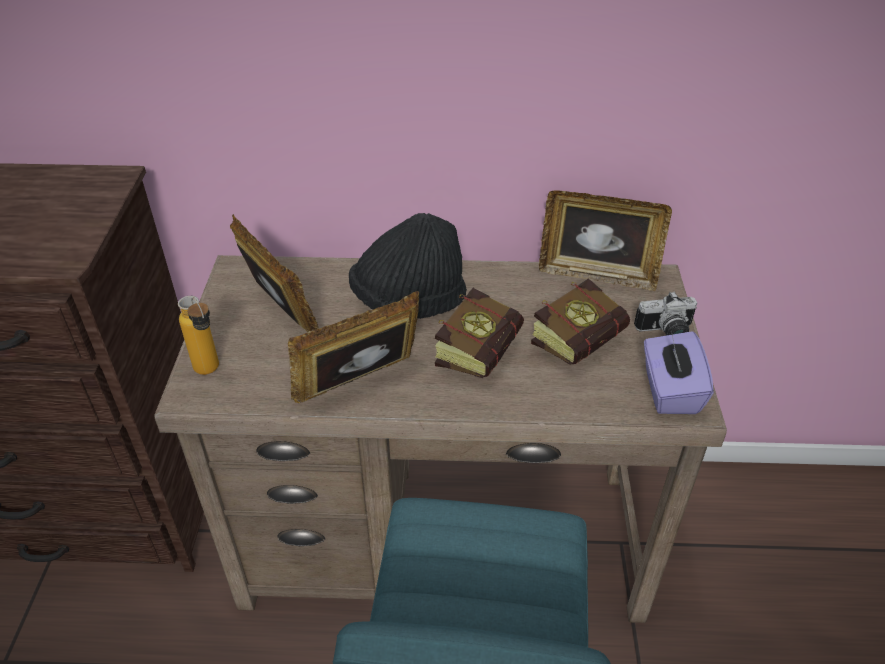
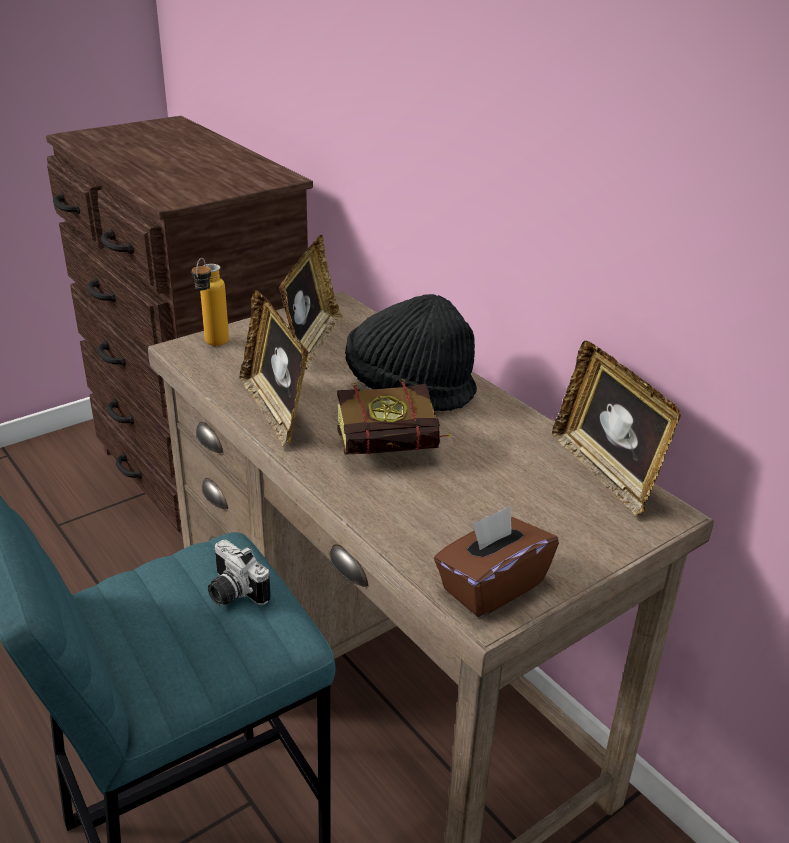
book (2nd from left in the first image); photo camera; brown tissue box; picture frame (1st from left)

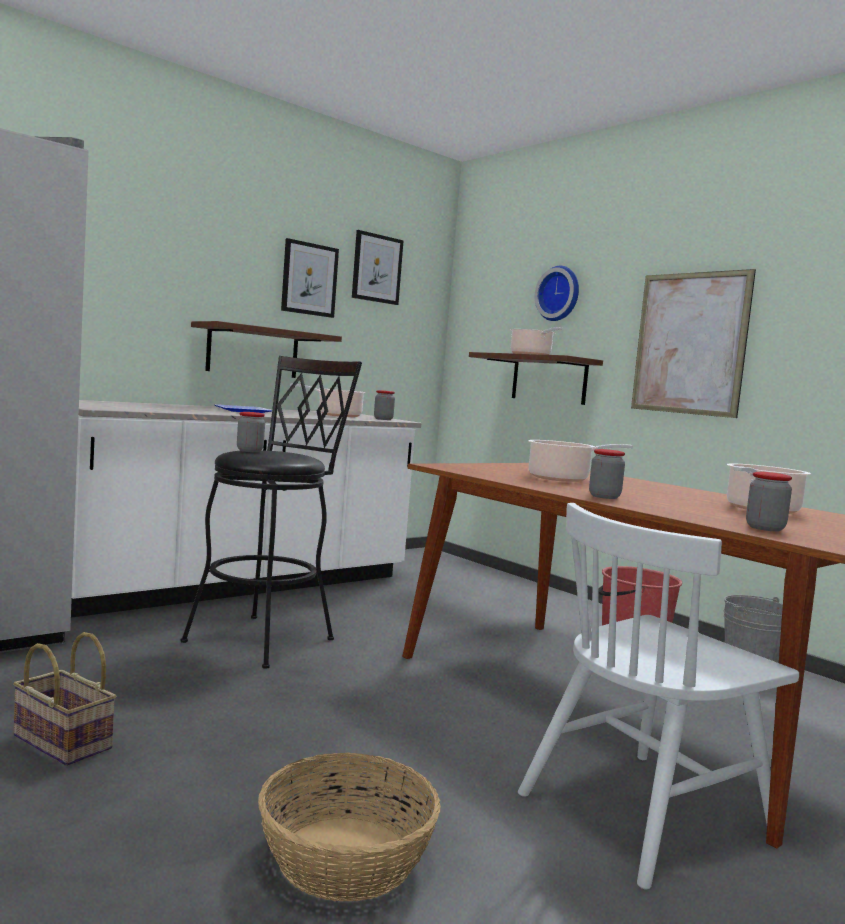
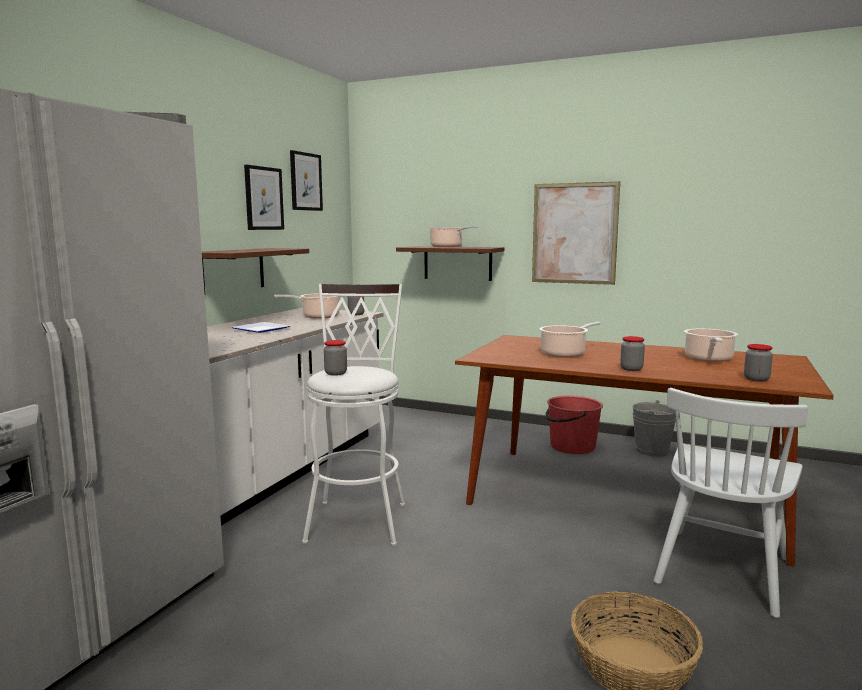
basket (1st from left in the first image); wall clock; white stool

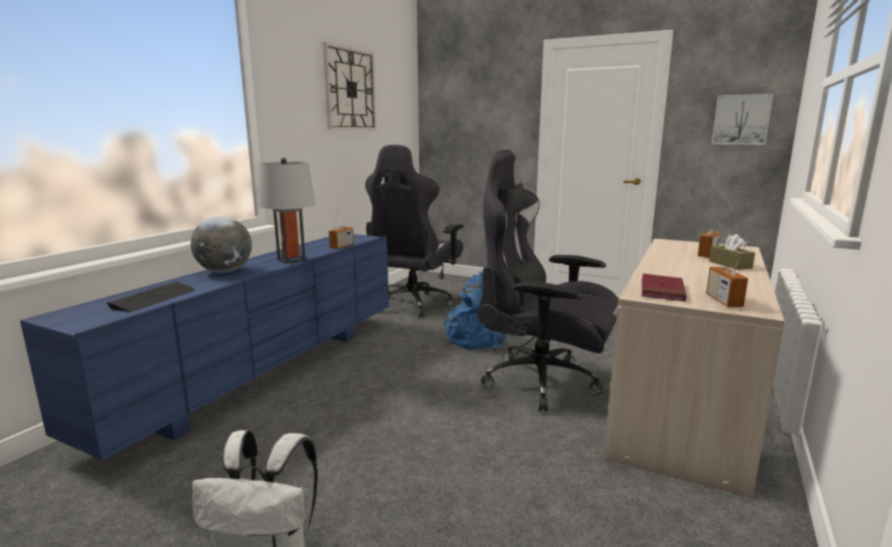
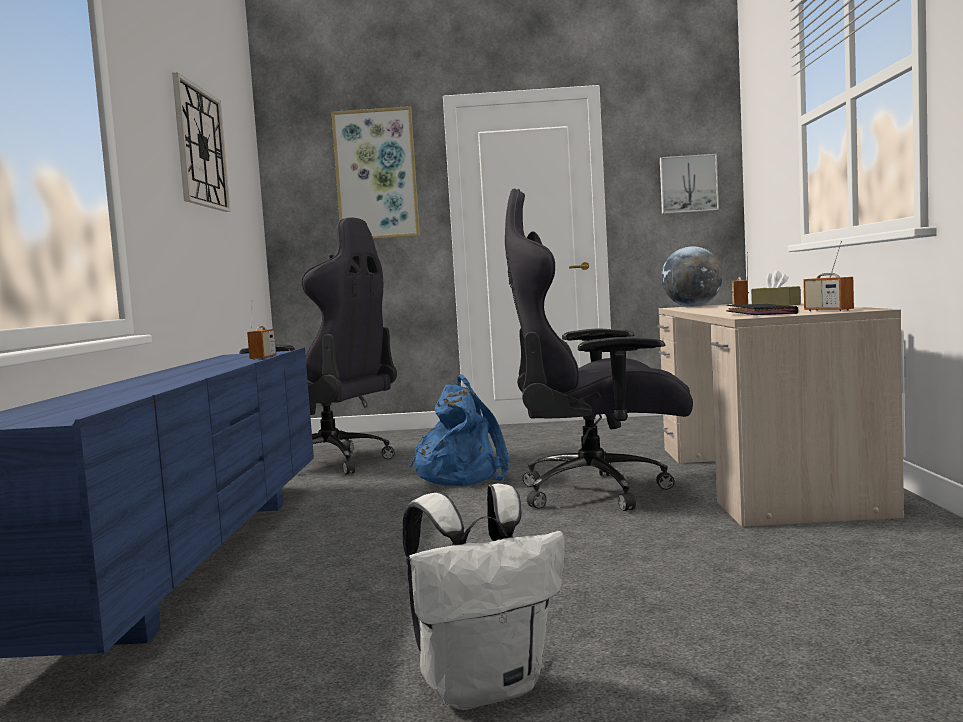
keyboard; grey table lamp; picture (1st from left); globe; black book; black office chair (1st from left)

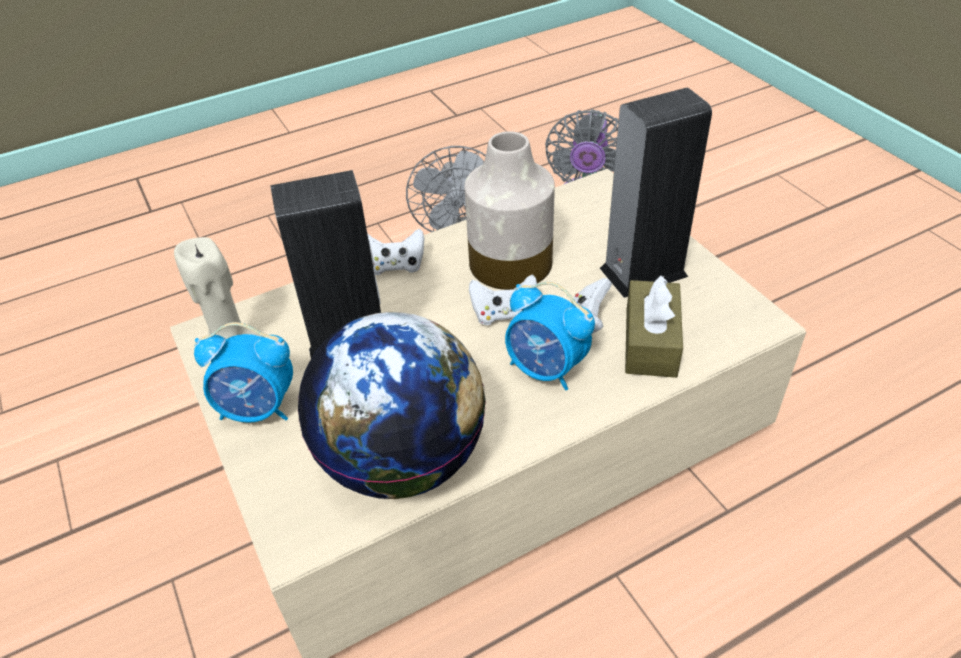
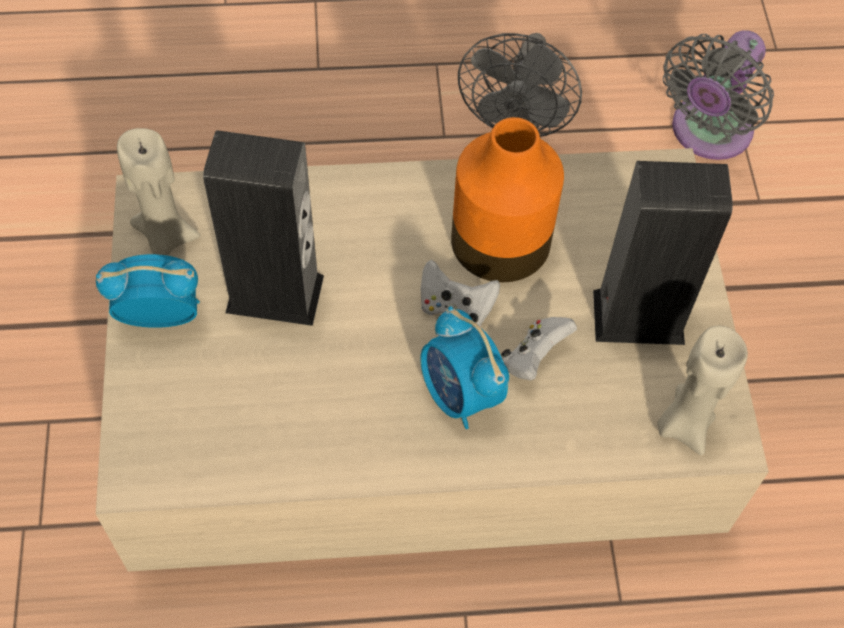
globe; white game controller (1st from left in the first image); brown tissue box; beige candle (2nd from left); orange vase; alarm clock (1st from left)

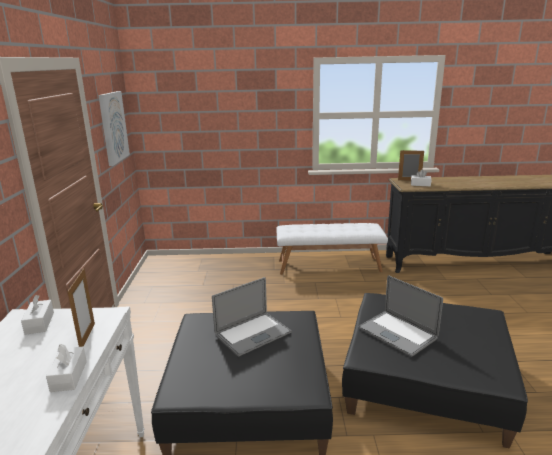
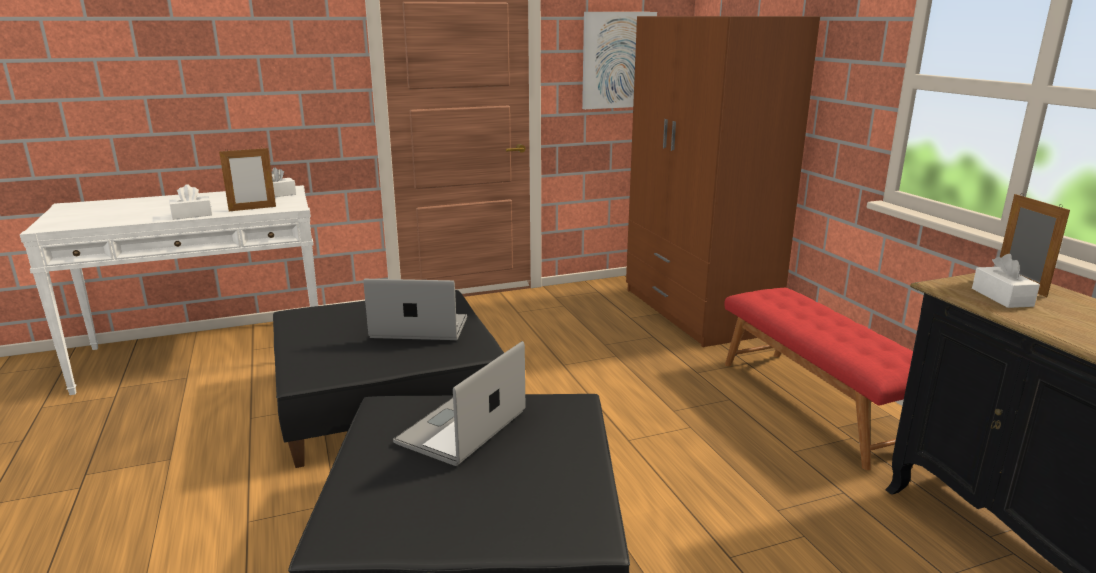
brown wardrobe; red bench; laptop (1st from left)

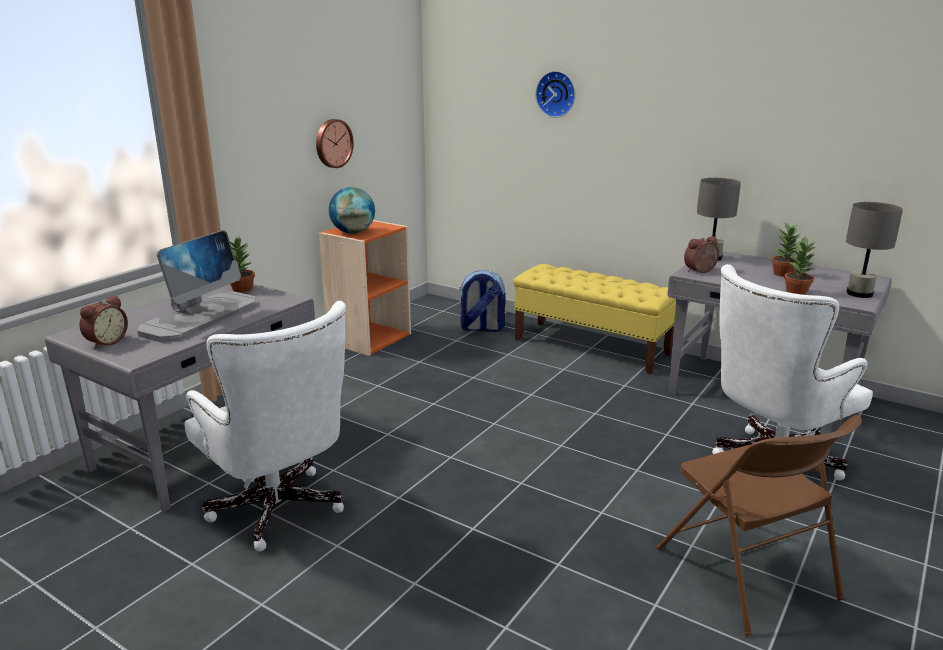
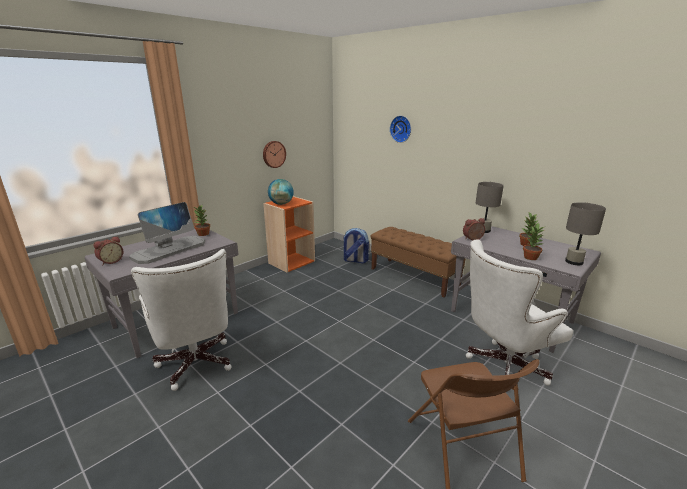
brown bench

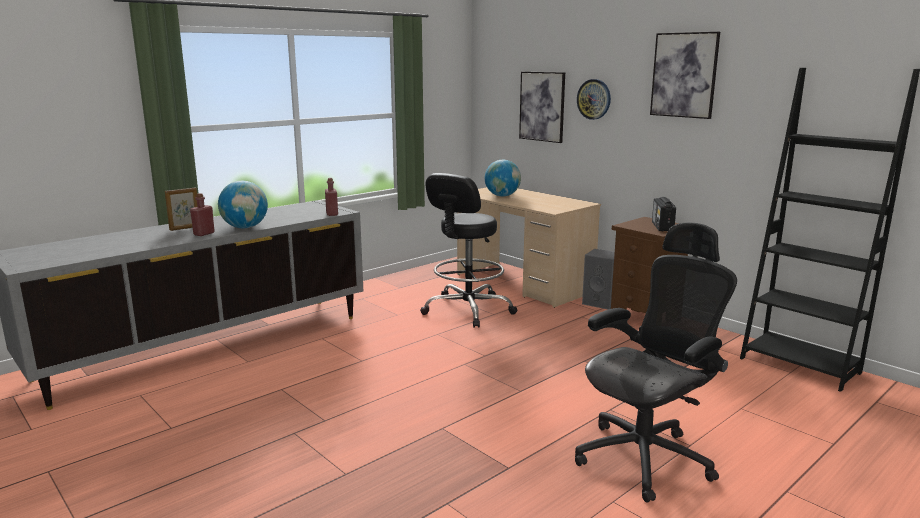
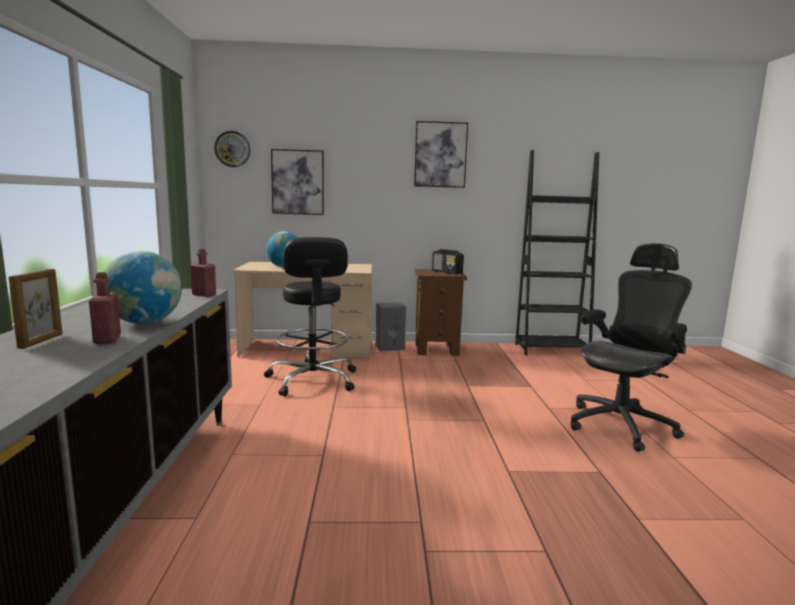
wall clock; office chair

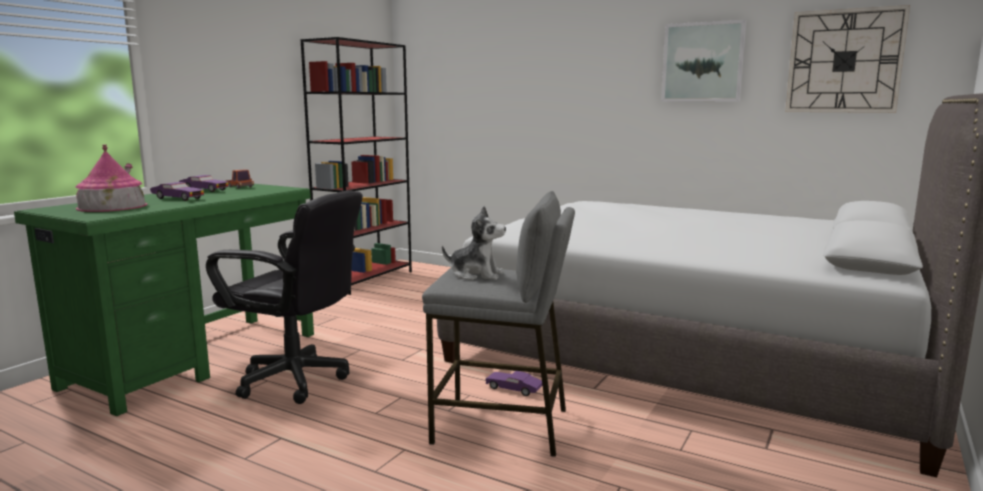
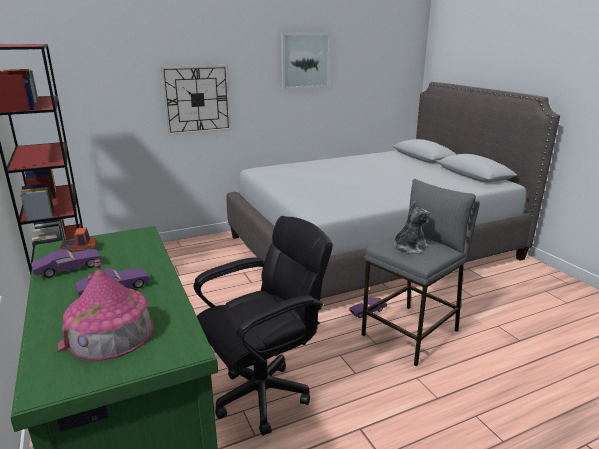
wall clock

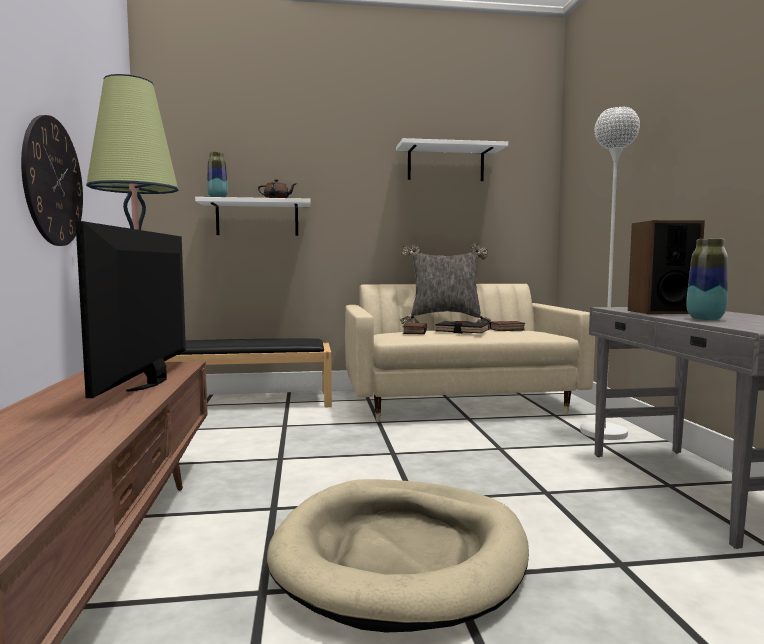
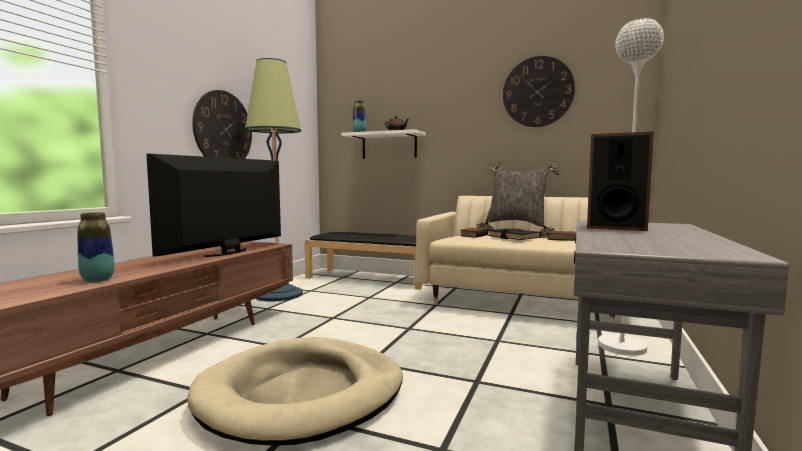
vase (1st from left); wall clock (2nd from left)

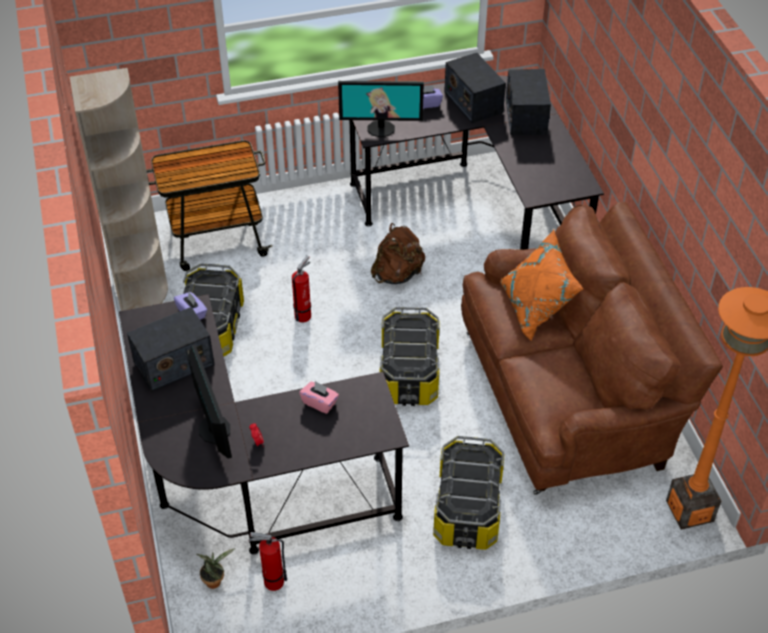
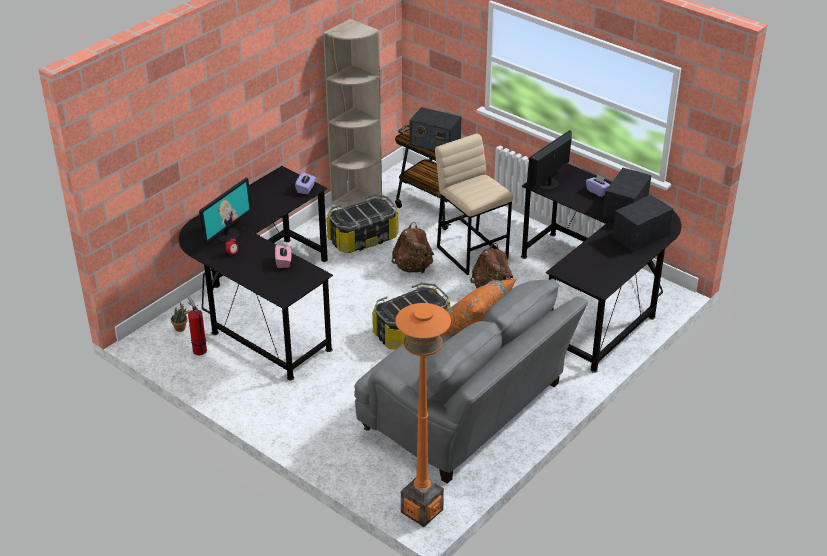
storage box (3rd from left in the first image); beige stool; radio (1st from left); brown backpack (1st from left); grey sofa; monitor (2nd from left)

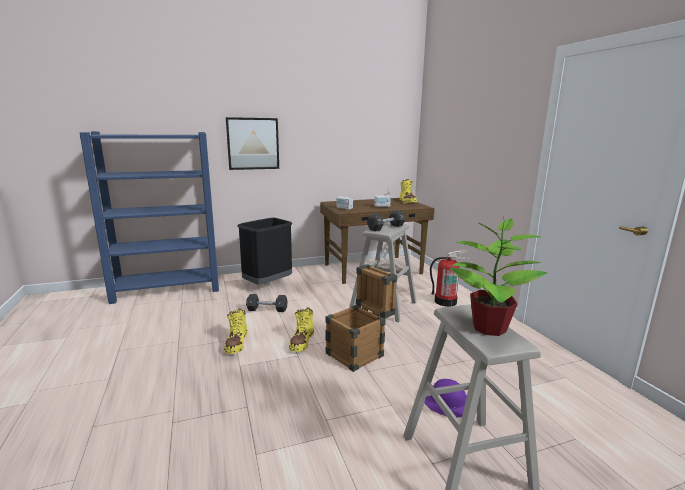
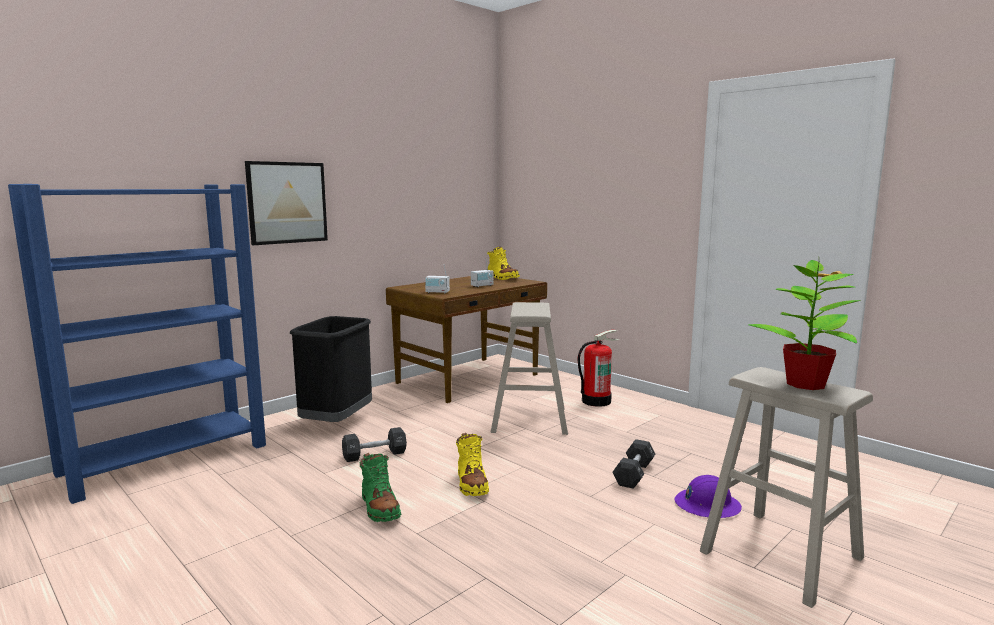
crate; black dumbbell (2nd from left); green boot

